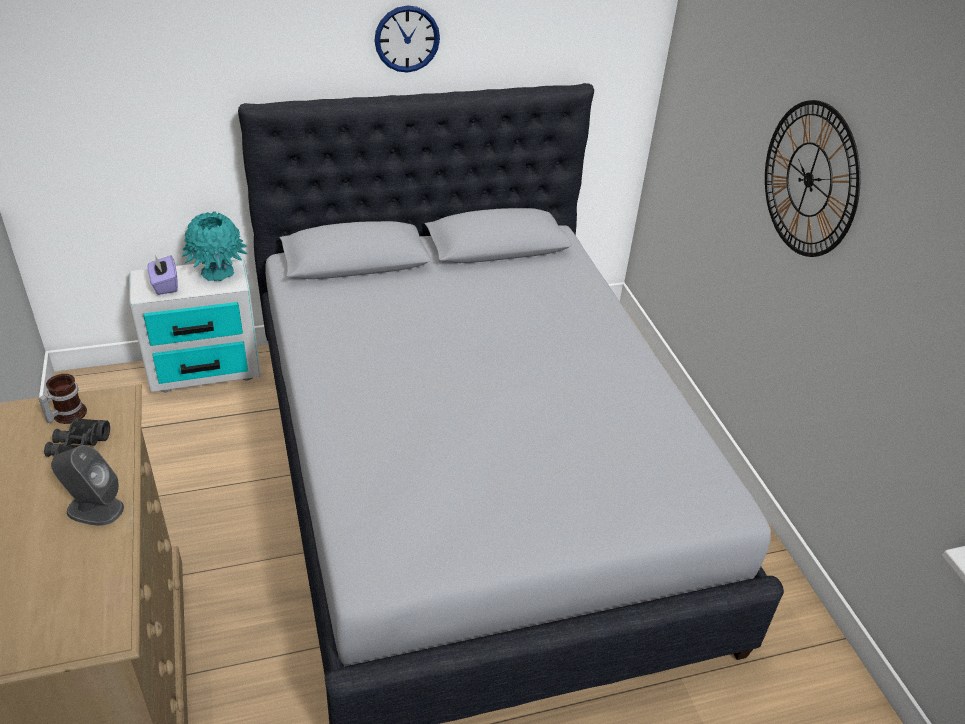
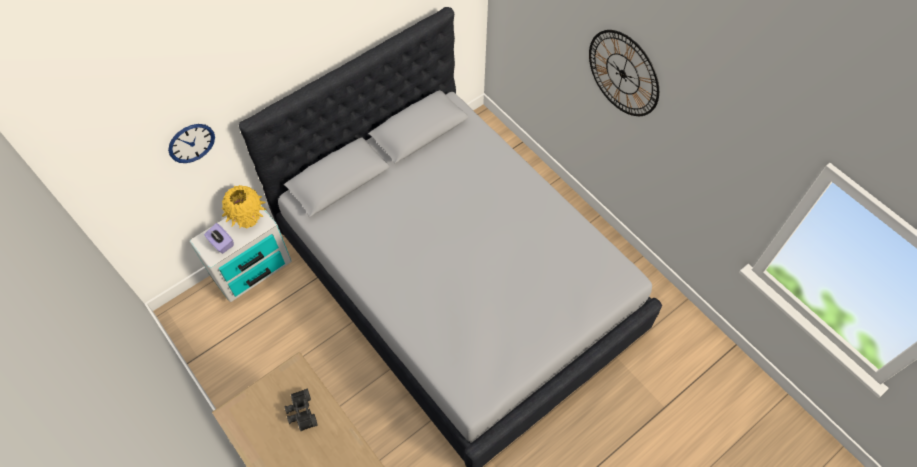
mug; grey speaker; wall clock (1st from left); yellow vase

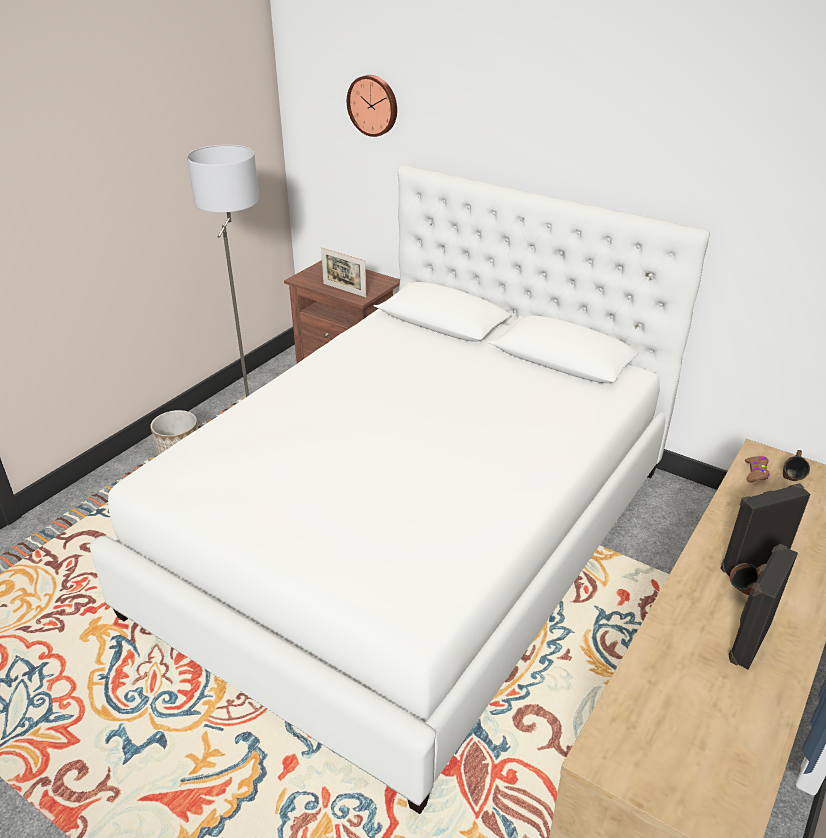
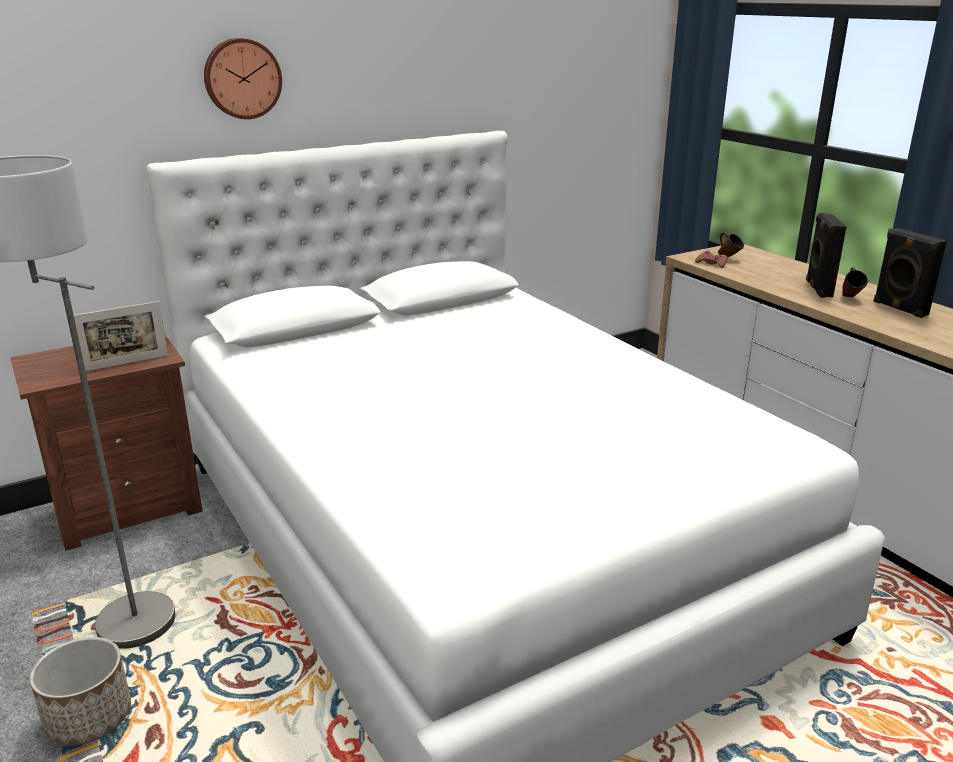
wall clock

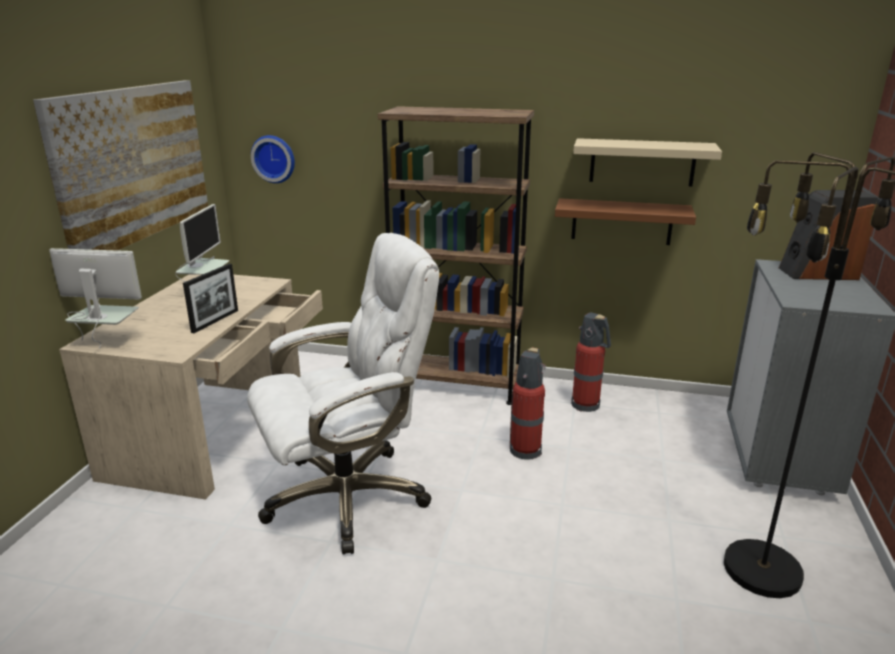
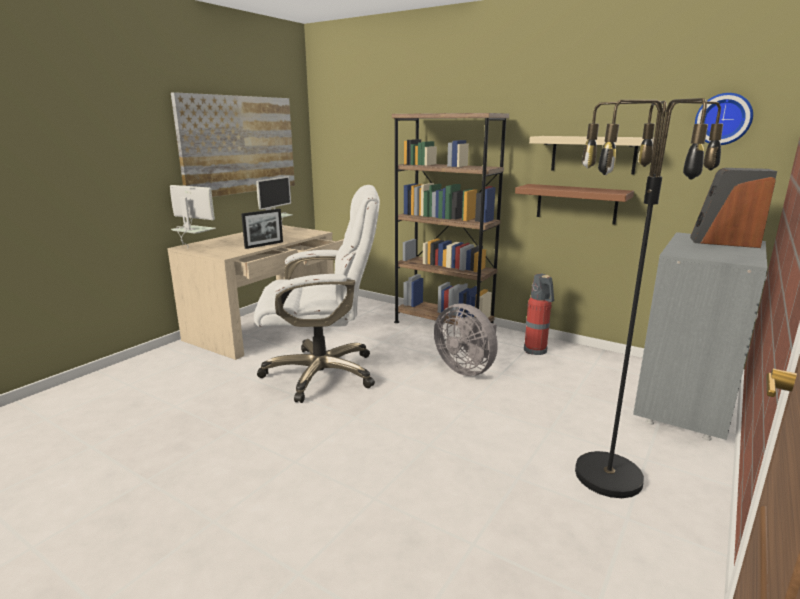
wall clock; grey fan

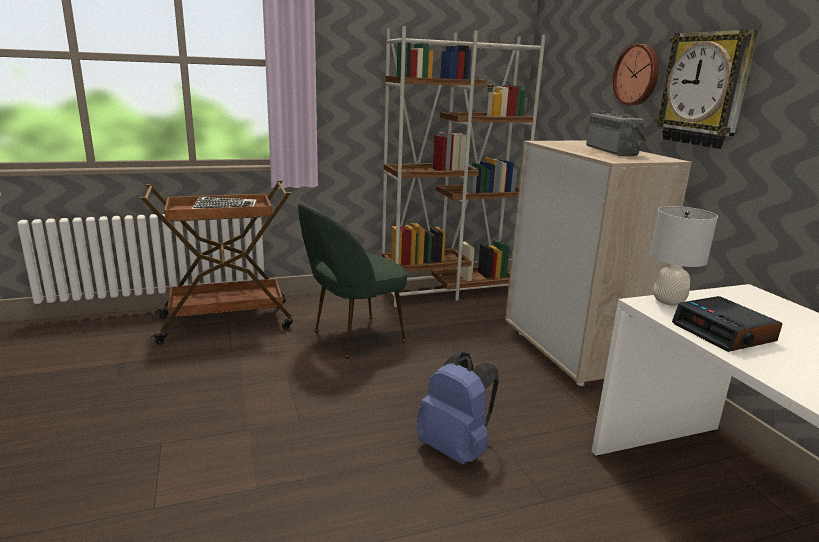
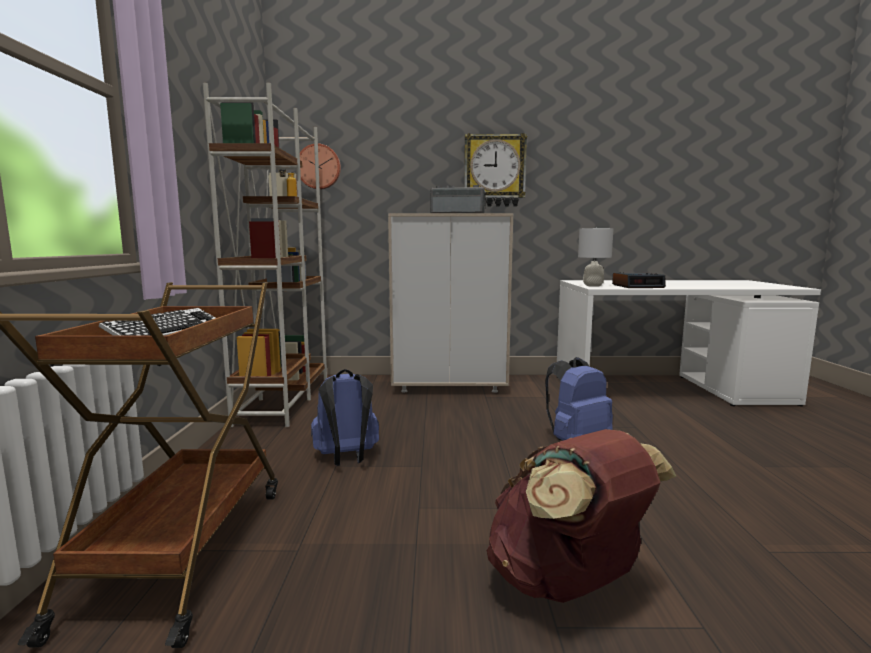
brown backpack; wall clock (1st from left); blue backpack (1st from left)

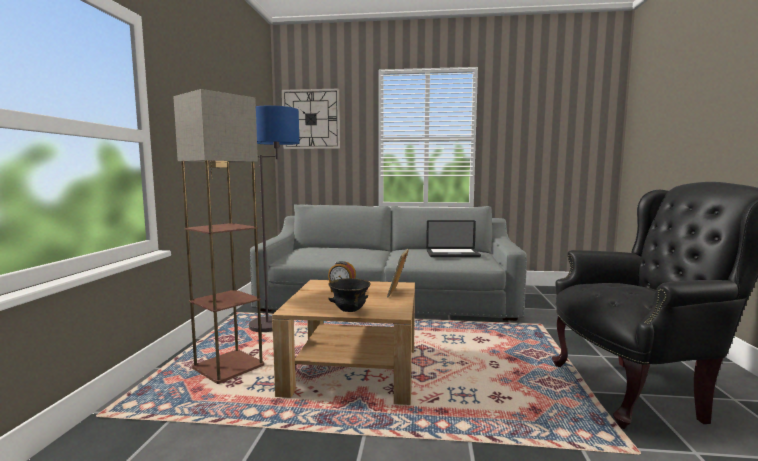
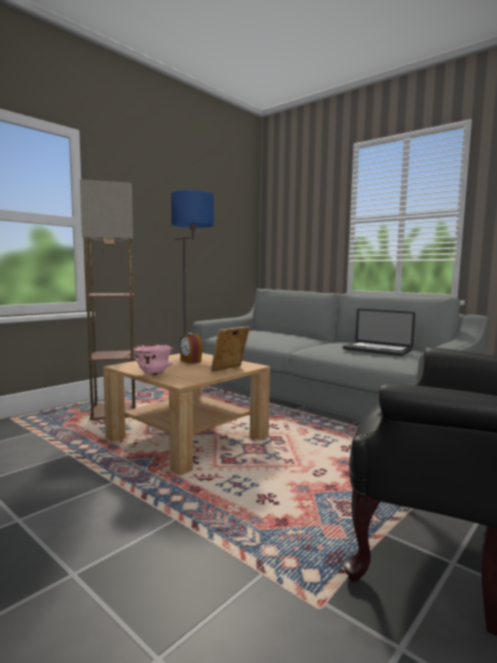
wall clock; pink bowl

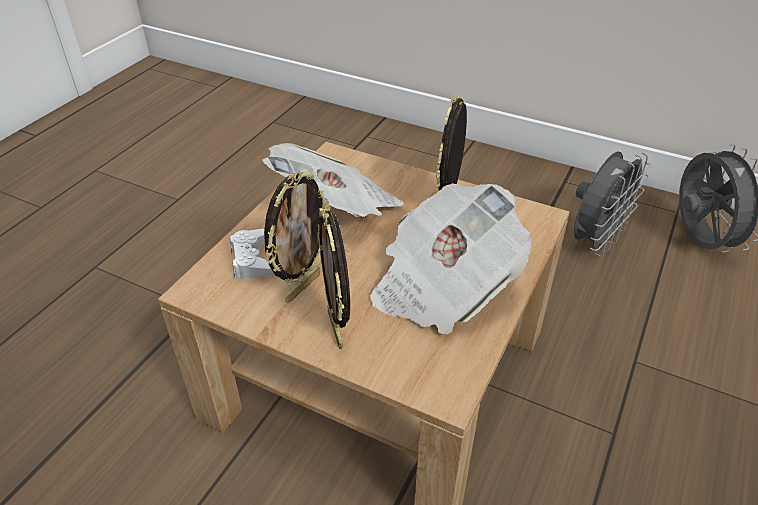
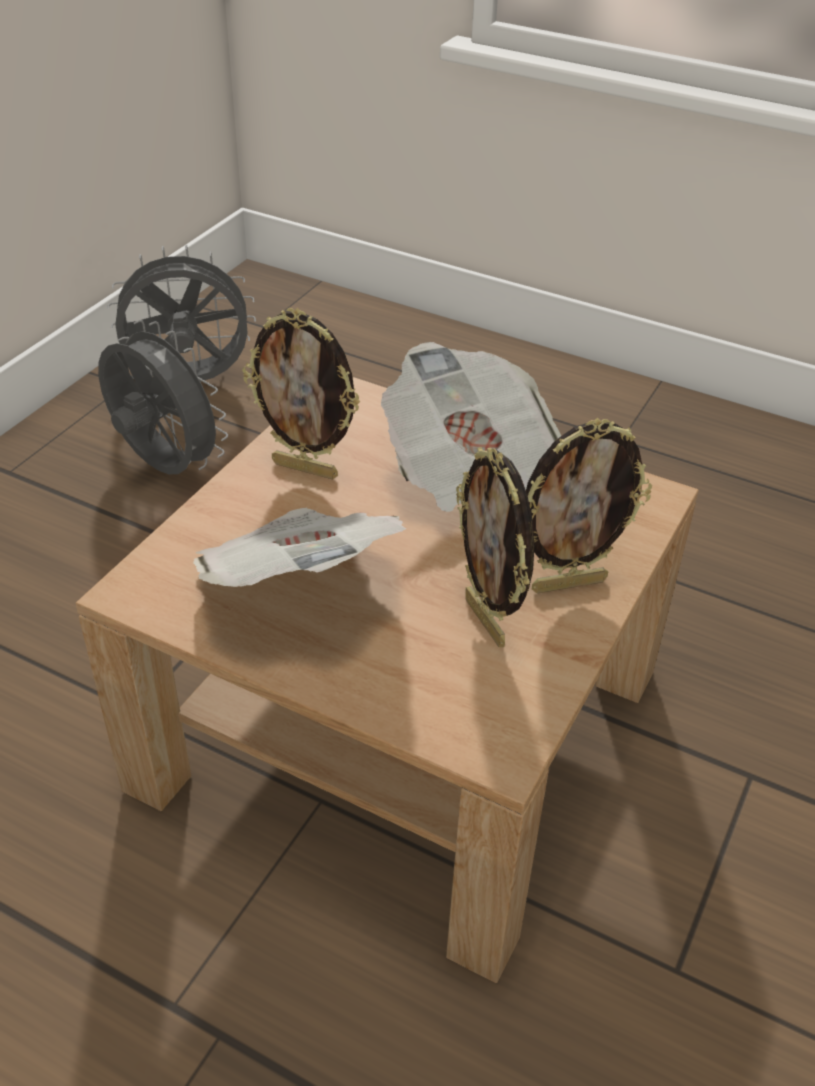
white game controller; picture frame (2nd from left)

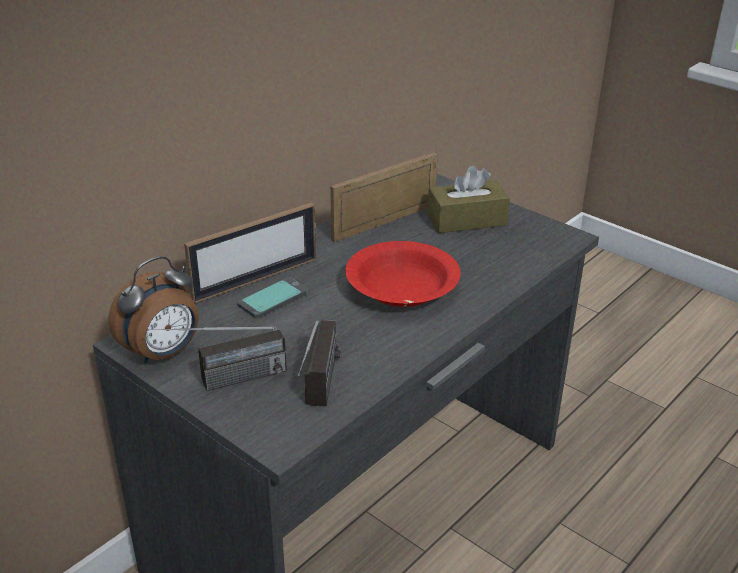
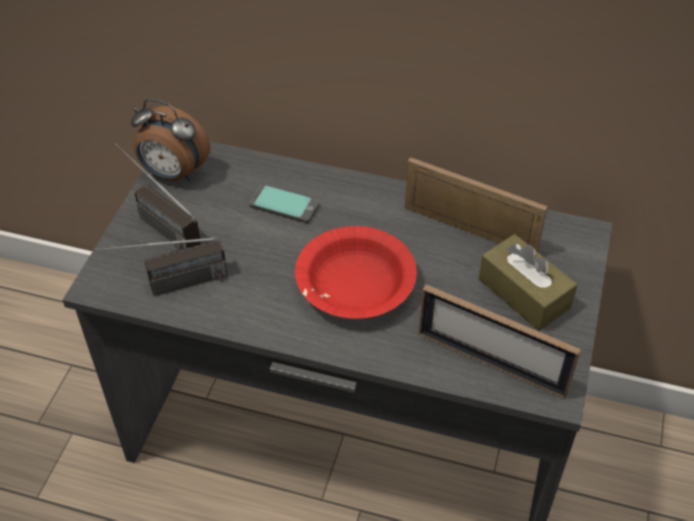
picture frame (2nd from left)

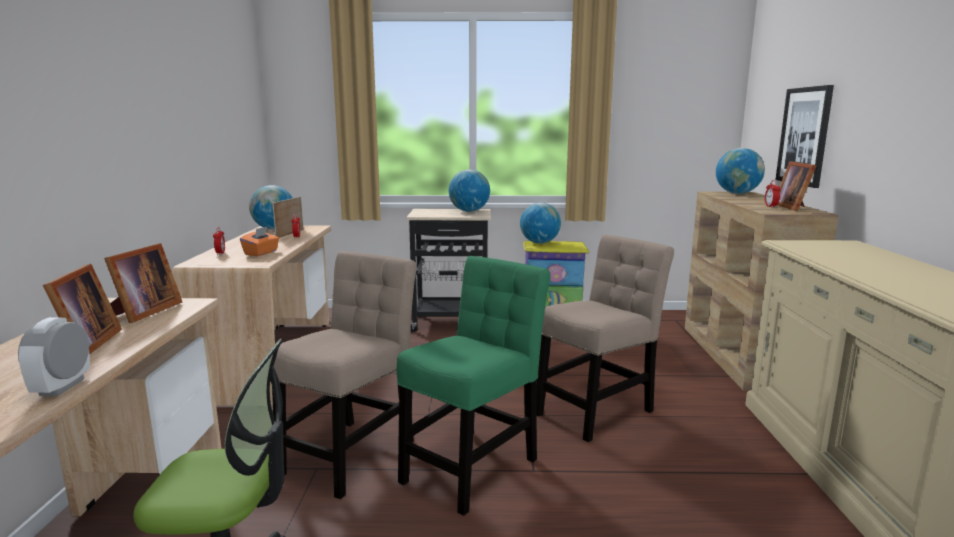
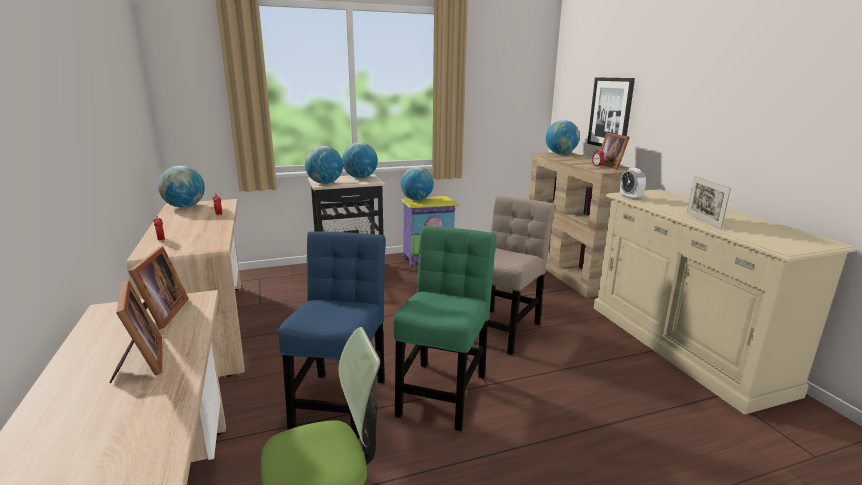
orange tissue box; globe (2nd from left); alarm clock (4th from left); picture frame (4th from left); blue chair

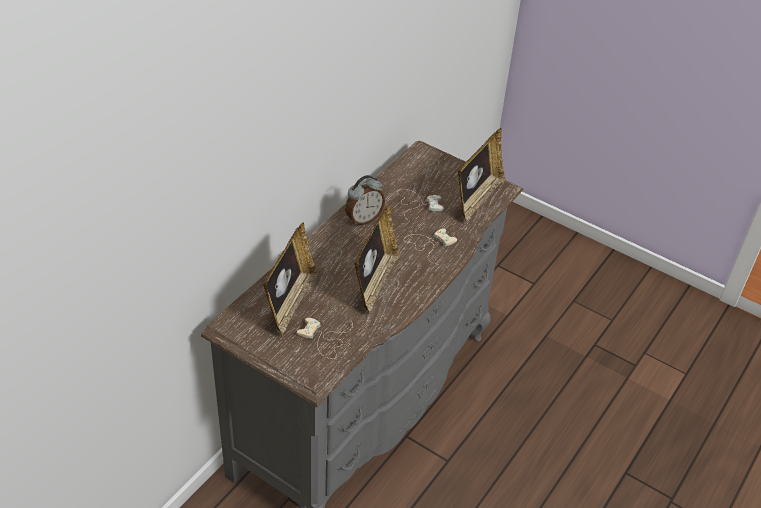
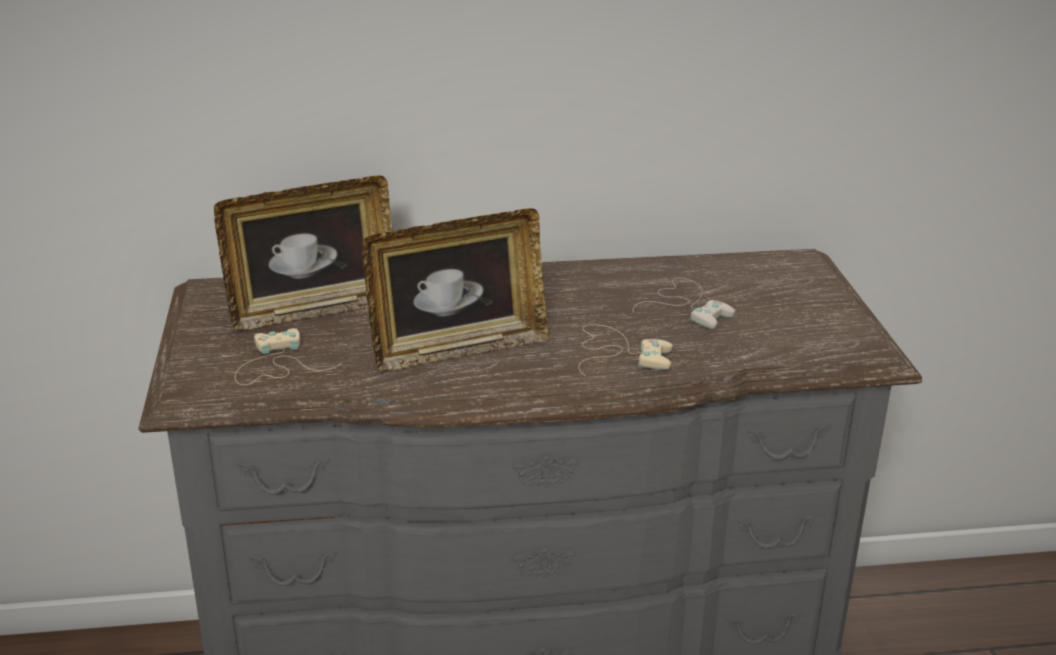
alarm clock; picture frame (3rd from left in the first image)

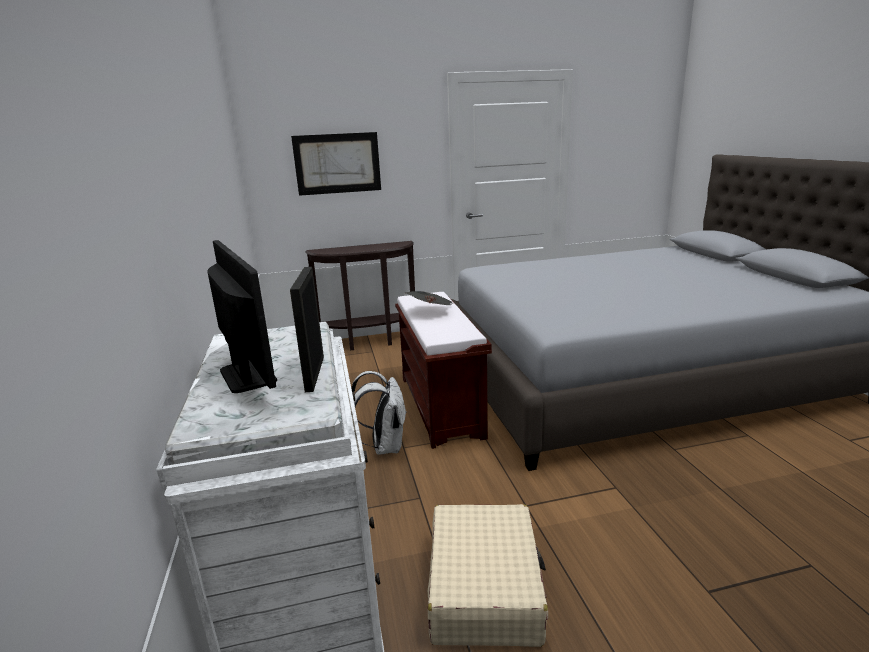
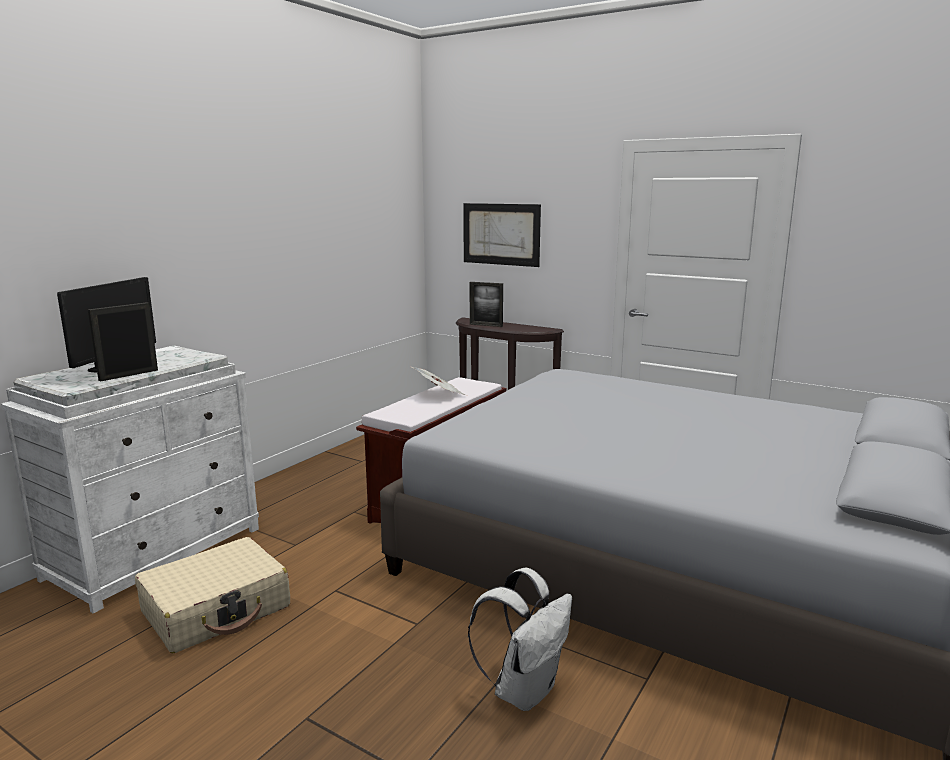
picture frame (2nd from left); white backpack

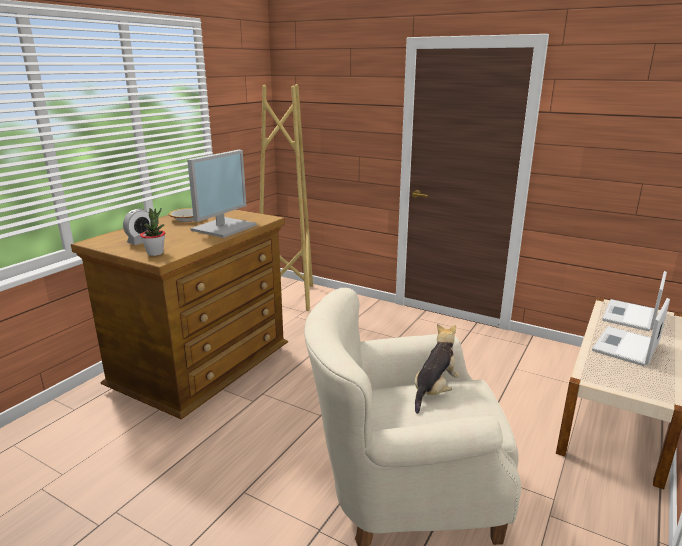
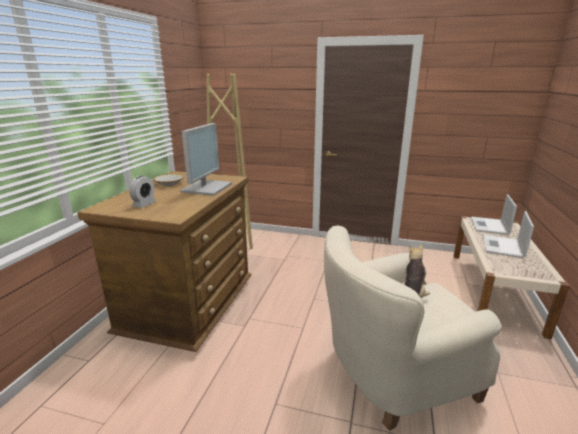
potted plant

